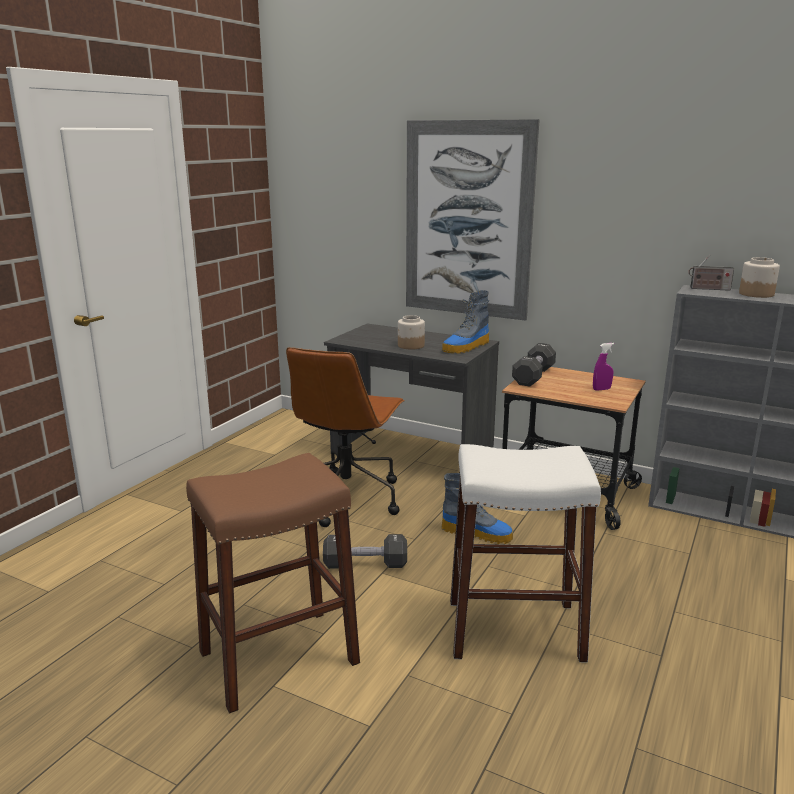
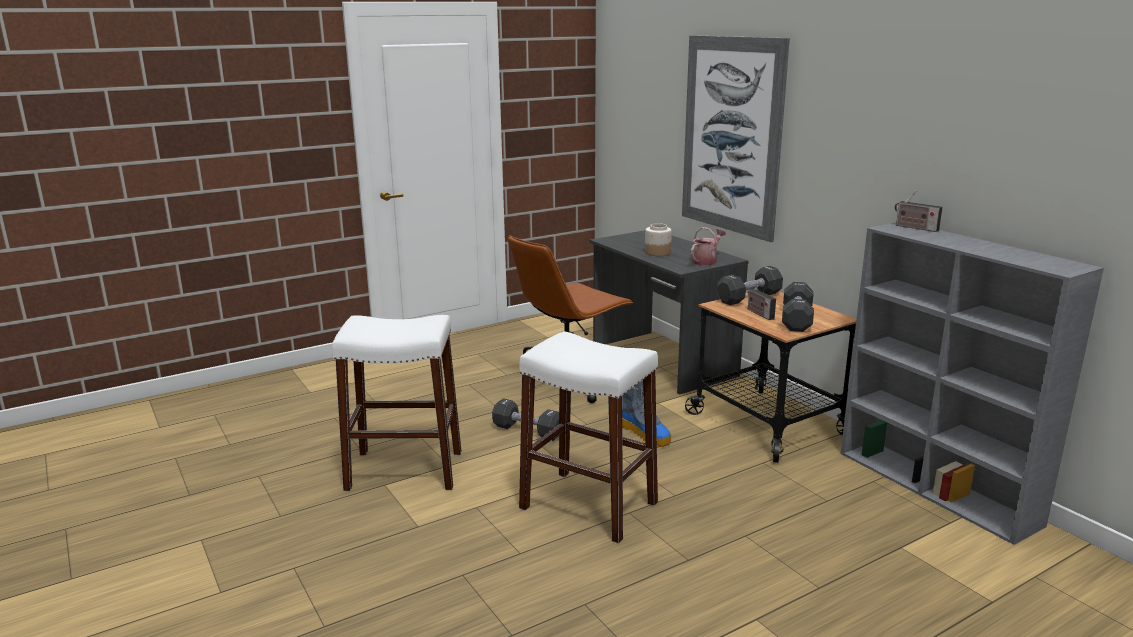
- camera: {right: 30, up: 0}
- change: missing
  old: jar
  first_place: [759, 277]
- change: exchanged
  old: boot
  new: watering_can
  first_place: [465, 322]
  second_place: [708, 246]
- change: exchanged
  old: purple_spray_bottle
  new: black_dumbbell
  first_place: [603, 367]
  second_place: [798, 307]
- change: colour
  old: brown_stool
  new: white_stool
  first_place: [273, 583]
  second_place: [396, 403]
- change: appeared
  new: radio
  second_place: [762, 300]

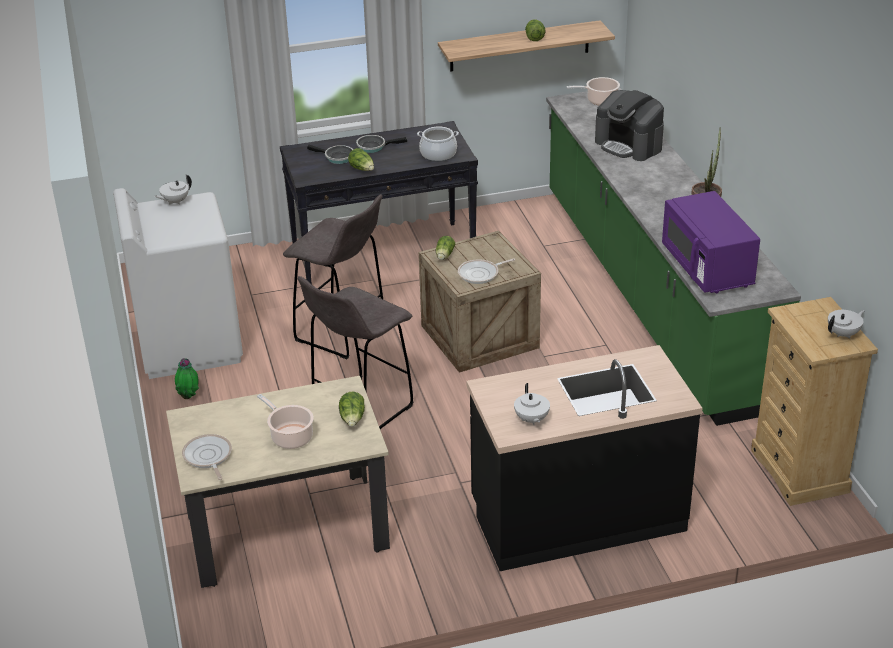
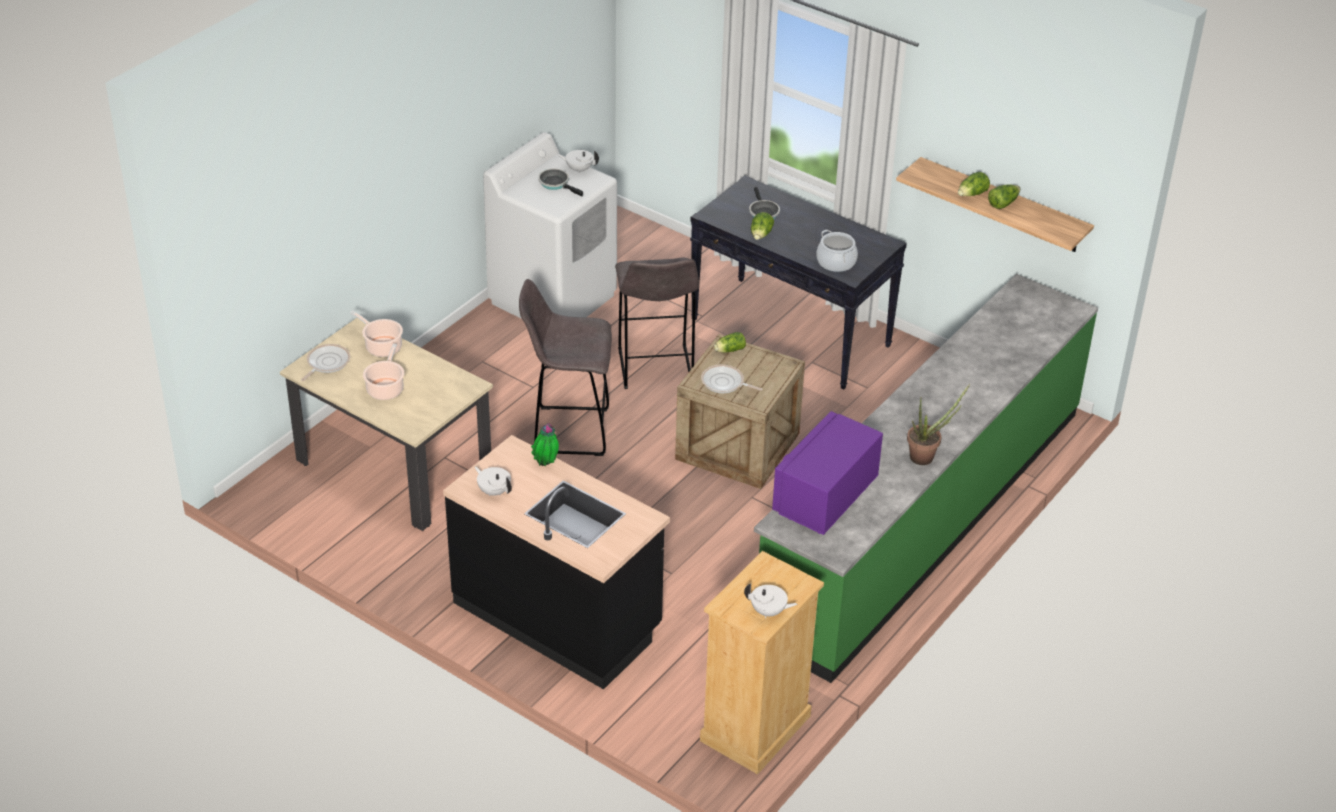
- camera: {right: 50, up: 5}
- change: relocated
  old: cooking_pot
  first_place: [593, 91]
  second_place: [376, 334]
- change: missing
  old: coffee_machine
  first_place: [629, 125]
- change: relocated
  old: frying_pan
  first_place: [381, 144]
  second_place: [560, 182]
- change: relocated
  old: potted_plant
  first_place: [187, 378]
  second_place: [545, 444]
- change: spun
  old: white_teapot
  first_place: [532, 404]
  second_place: [493, 481]
  degrees: 90
- change: relocated
  old: lettuce
  first_place: [352, 409]
  second_place: [974, 184]

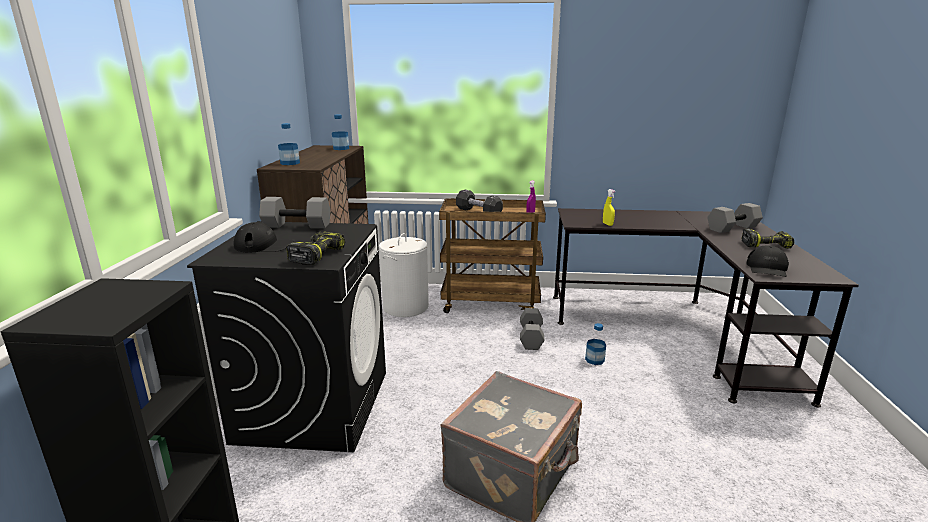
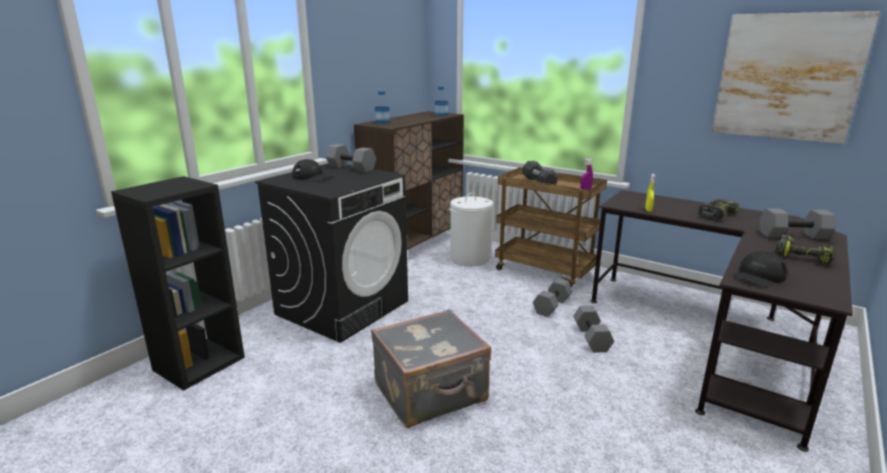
- camera: {right: 30, up: 0}
- change: relocated
  old: power_drill
  first_place: [315, 248]
  second_place: [718, 210]
- change: exchanged
  old: bottle
  new: grey_dumbbell
  first_place: [595, 344]
  second_place: [593, 329]
- change: appeared
  new: picture
  second_place: [795, 77]

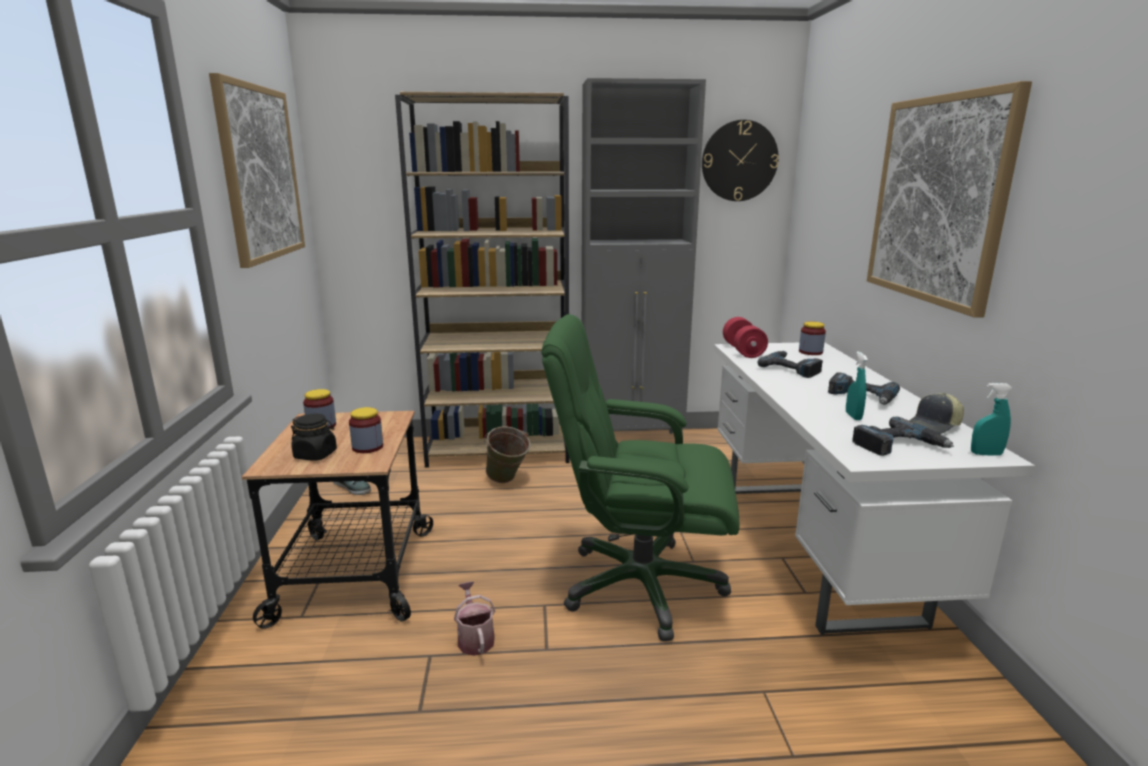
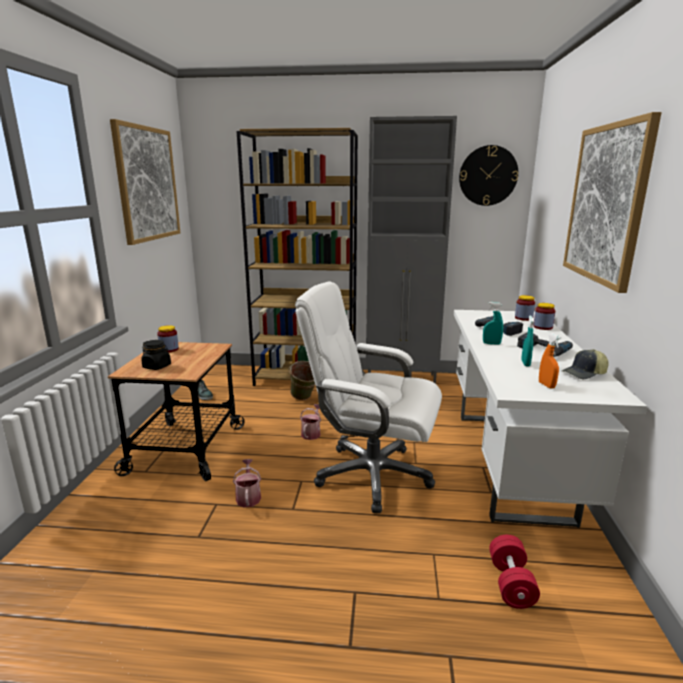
- camera: {right: 10, up: 0}
- change: colour
  old: green_office_chair
  new: white_office_chair
  first_place: [640, 477]
  second_place: [368, 397]
- change: relocated
  old: red_dumbbell
  first_place: [745, 337]
  second_place: [514, 572]
- change: relocated
  old: turquoise_spray_bottle
  first_place: [992, 419]
  second_place: [493, 323]
- change: relocated
  old: jar
  first_place: [366, 430]
  second_place: [544, 316]
- change: exchanged
  old: power_drill
  new: orange_spray_bottle
  first_place: [903, 436]
  second_place: [550, 361]
- change: appeared
  new: watering_can
  second_place: [310, 422]

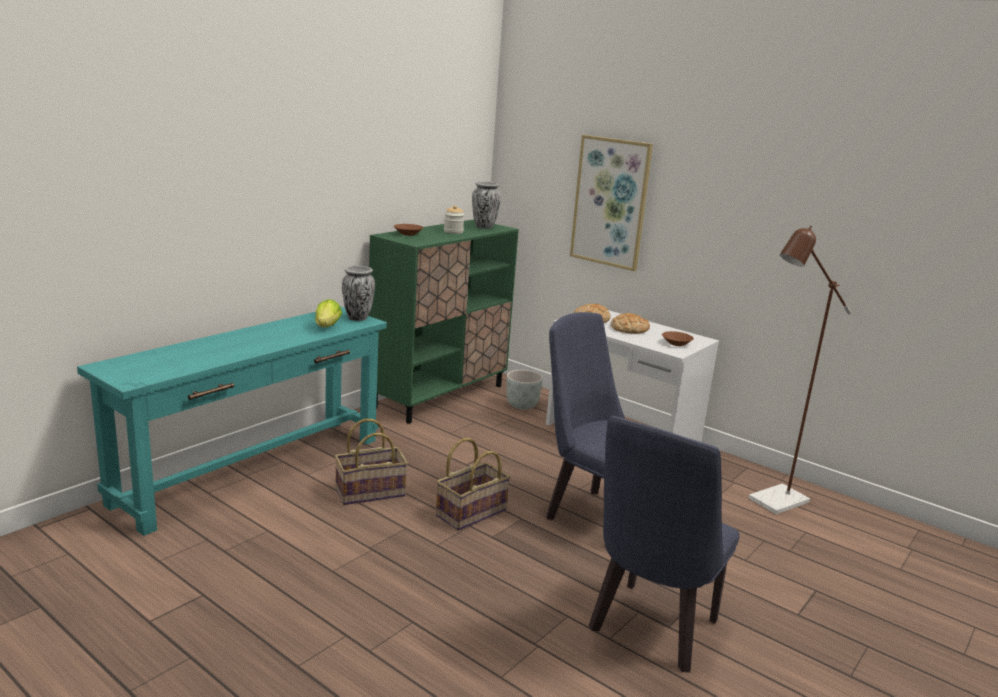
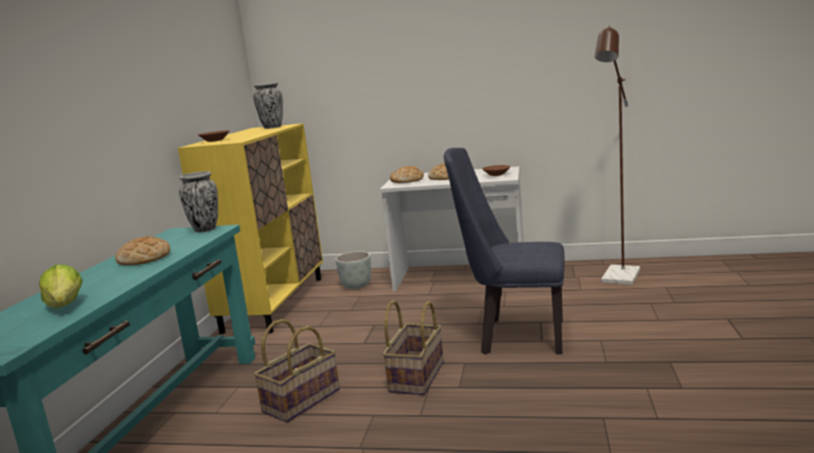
- camera: {right: -25, up: -5}
- change: missing
  old: picture
  first_place: [611, 203]
- change: missing
  old: jar
  first_place: [454, 219]
- change: colour
  old: green_cabinet
  new: yellow_cabinet
  first_place: [443, 321]
  second_place: [250, 228]
- change: relocated
  old: lettuce
  first_place: [328, 313]
  second_place: [61, 286]
- change: missing
  old: blue_chair
  first_place: [664, 544]
- change: appeared
  new: bread
  second_place: [142, 250]

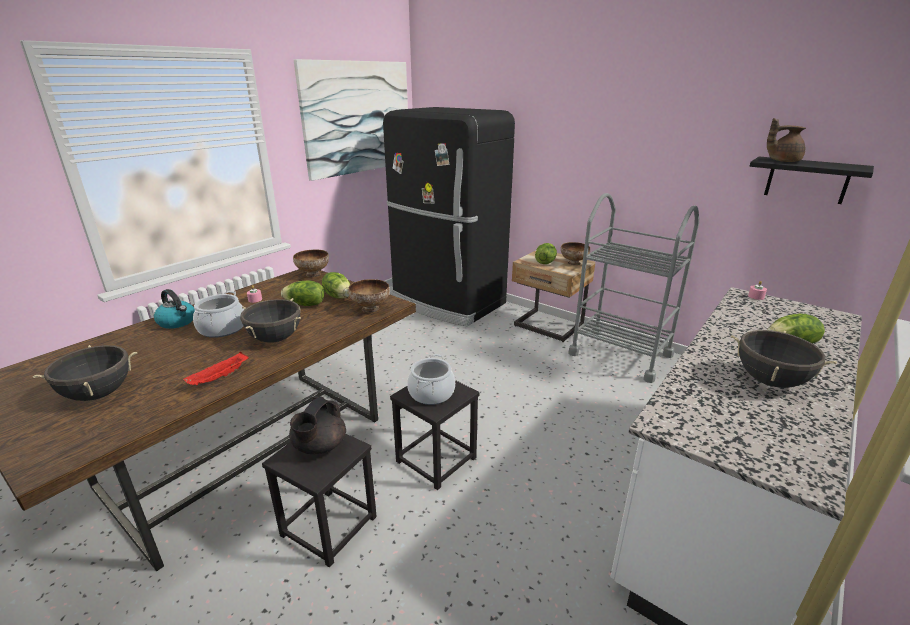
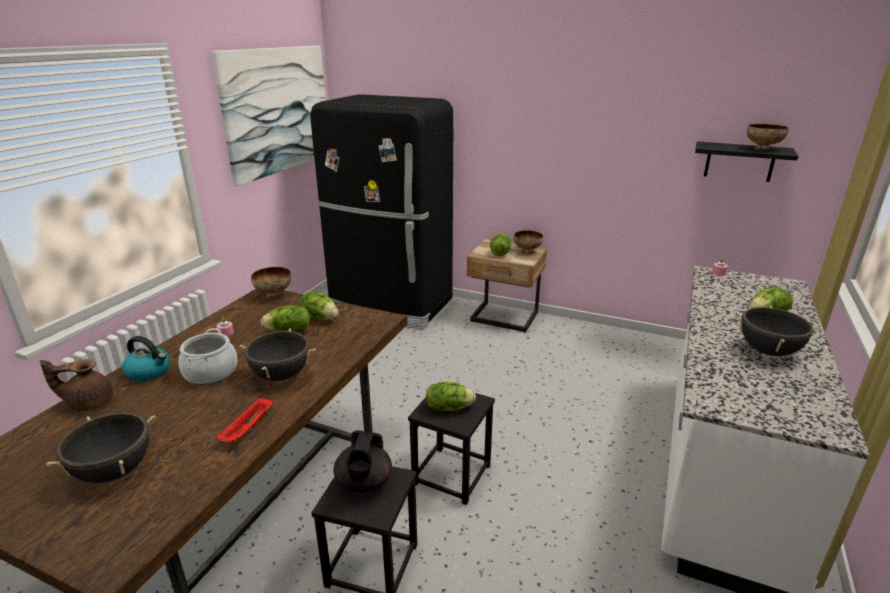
- camera: {right: -15, up: 0}
- change: relocated
  old: brown_teapot
  first_place: [786, 140]
  second_place: [76, 385]
- change: missing
  old: grey_cart
  first_place: [633, 288]
- change: relocated
  old: bowl
  first_place: [369, 296]
  second_place: [768, 137]
- change: exchanged
  old: cooking_pot
  new: lettuce
  first_place: [431, 379]
  second_place: [451, 396]

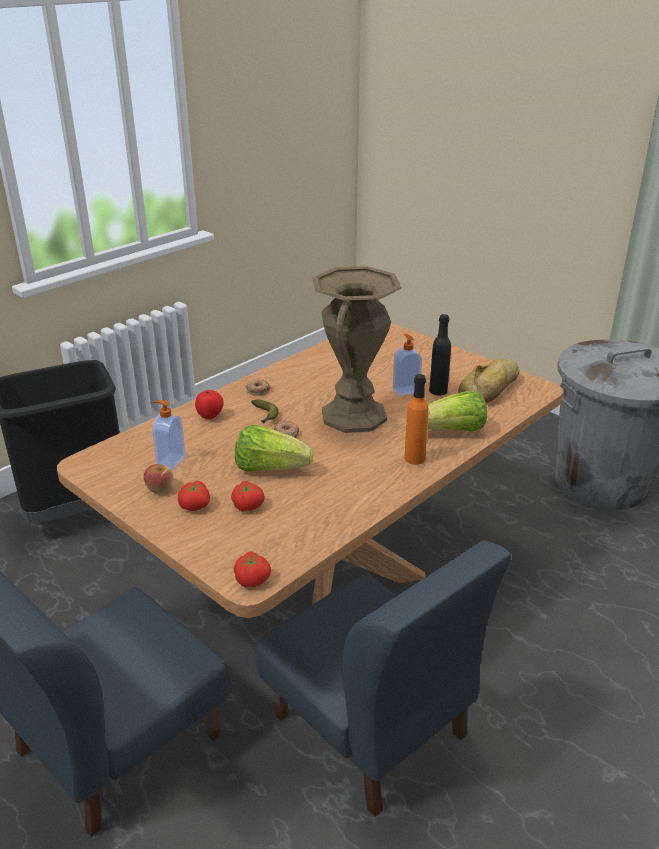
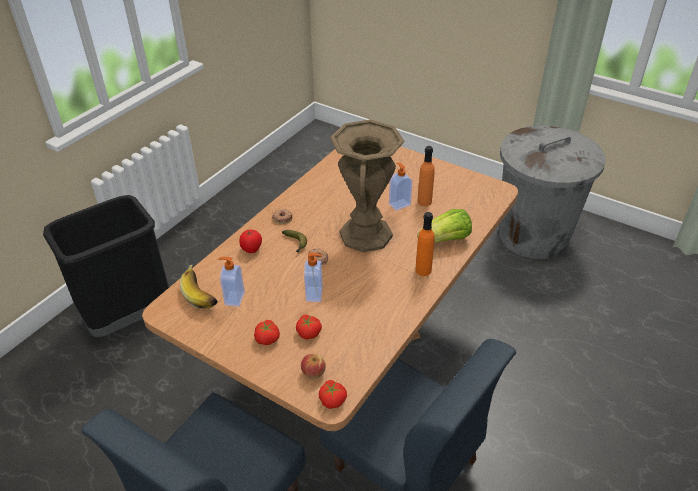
- camera: {right: -10, up: 10}
- change: colour
  old: black_bottle
  new: orange_bottle
  first_place: [440, 354]
  second_place: [426, 176]
- change: missing
  old: bread
  first_place: [489, 381]
- change: exchanged
  old: lettuce
  new: soap_dispenser
  first_place: [274, 448]
  second_place: [313, 277]
- change: relocated
  old: apple
  first_place: [158, 478]
  second_place: [313, 366]
- change: appeared
  new: banana
  second_place: [199, 286]

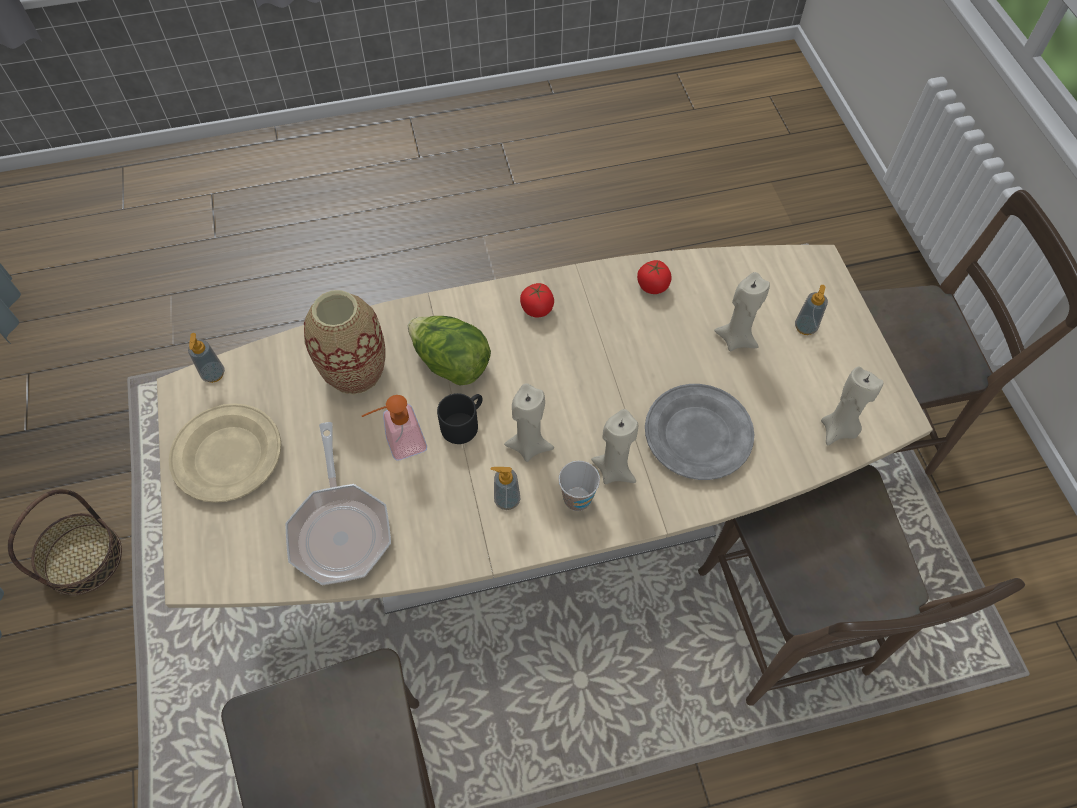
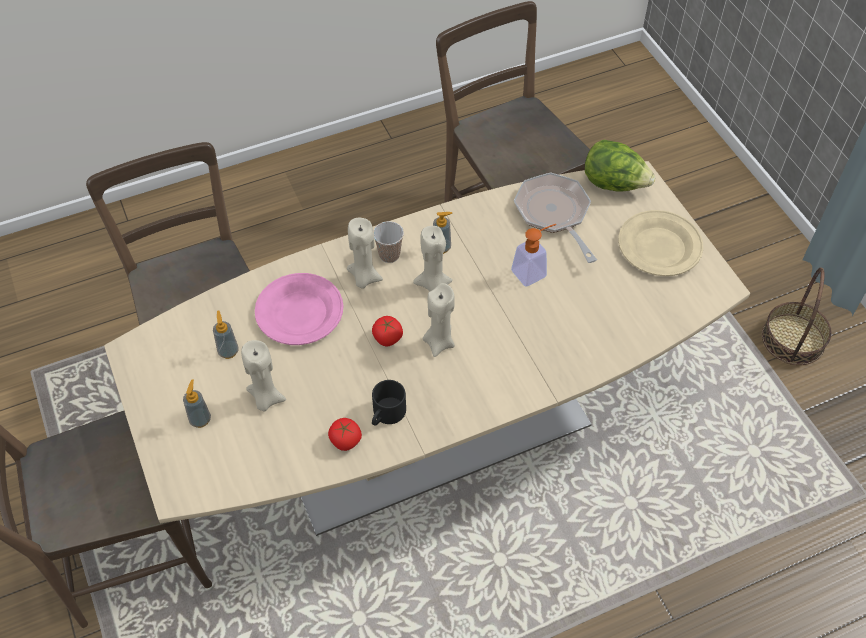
- camera: {right: 170, up: -5}
- change: relocated
  old: tomato
  first_place: [537, 300]
  second_place: [387, 331]
- change: missing
  old: vase
  first_place: [344, 342]
- change: relocated
  old: lettuce
  first_place: [449, 351]
  second_place: [620, 166]
- change: relocated
  old: soap_dispenser
  first_place: [206, 358]
  second_place: [226, 335]
- change: relocated
  old: beige_candle
  first_place: [852, 405]
  second_place: [439, 320]
- change: colour
  old: grey_plate
  new: pink_plate
  first_place: [699, 432]
  second_place: [299, 309]
- change: relocated
  old: black_mug
  first_place: [460, 418]
  second_place: [389, 403]

